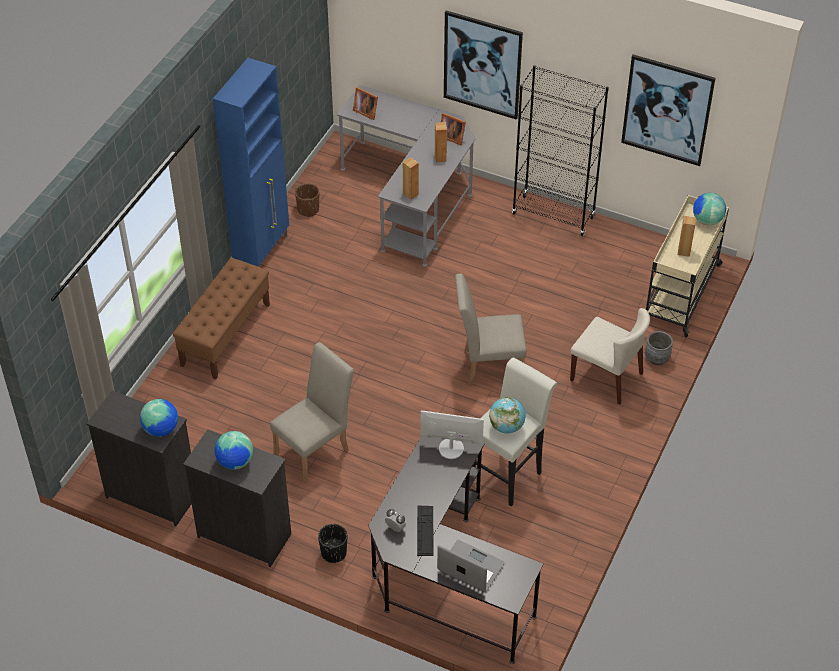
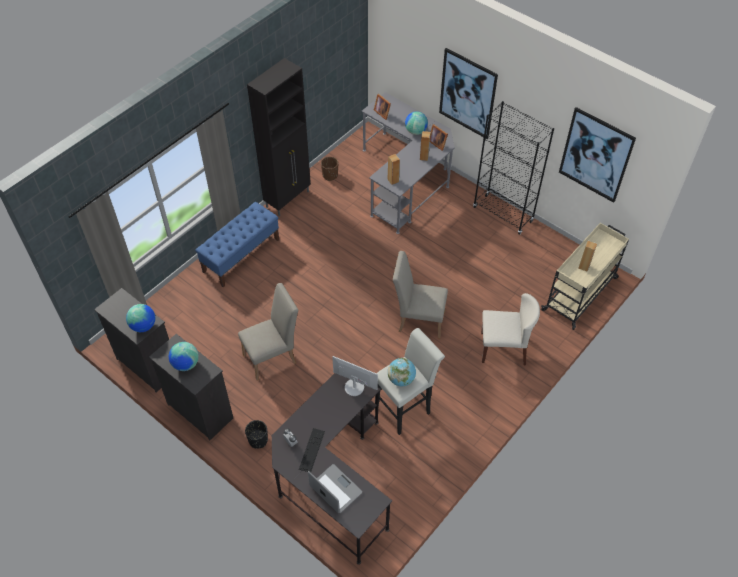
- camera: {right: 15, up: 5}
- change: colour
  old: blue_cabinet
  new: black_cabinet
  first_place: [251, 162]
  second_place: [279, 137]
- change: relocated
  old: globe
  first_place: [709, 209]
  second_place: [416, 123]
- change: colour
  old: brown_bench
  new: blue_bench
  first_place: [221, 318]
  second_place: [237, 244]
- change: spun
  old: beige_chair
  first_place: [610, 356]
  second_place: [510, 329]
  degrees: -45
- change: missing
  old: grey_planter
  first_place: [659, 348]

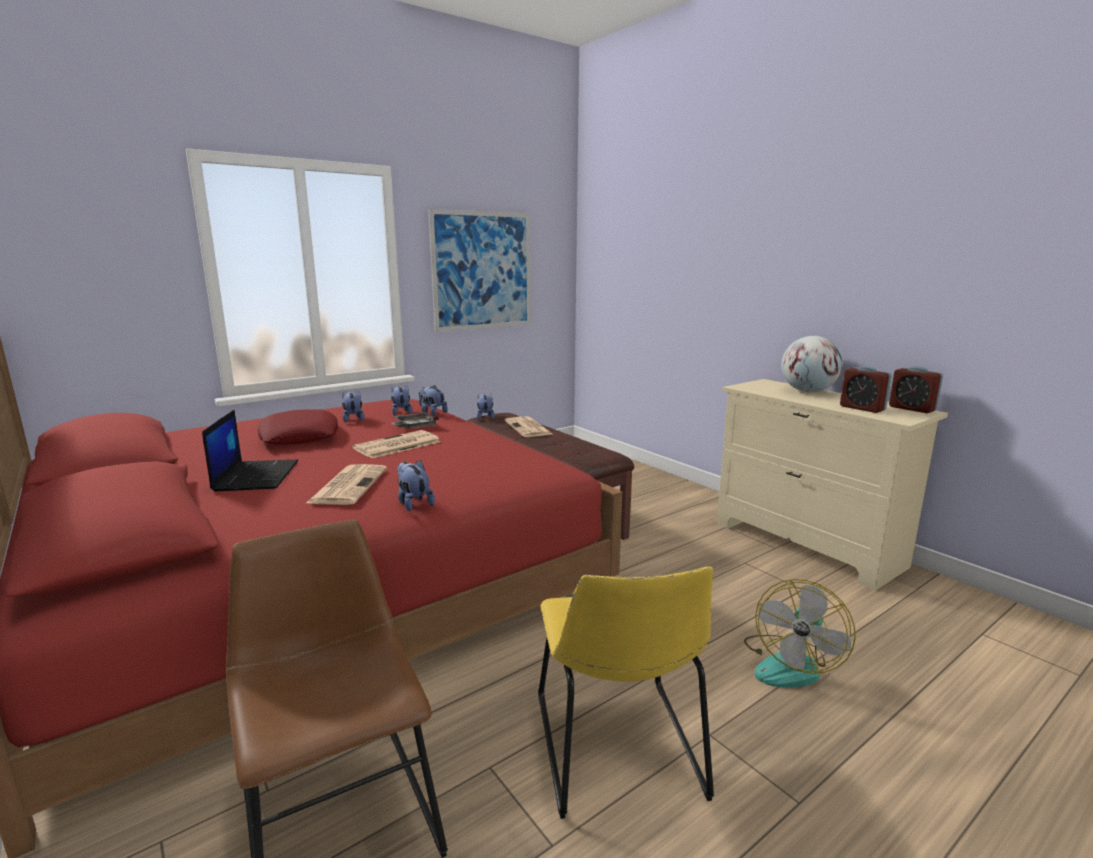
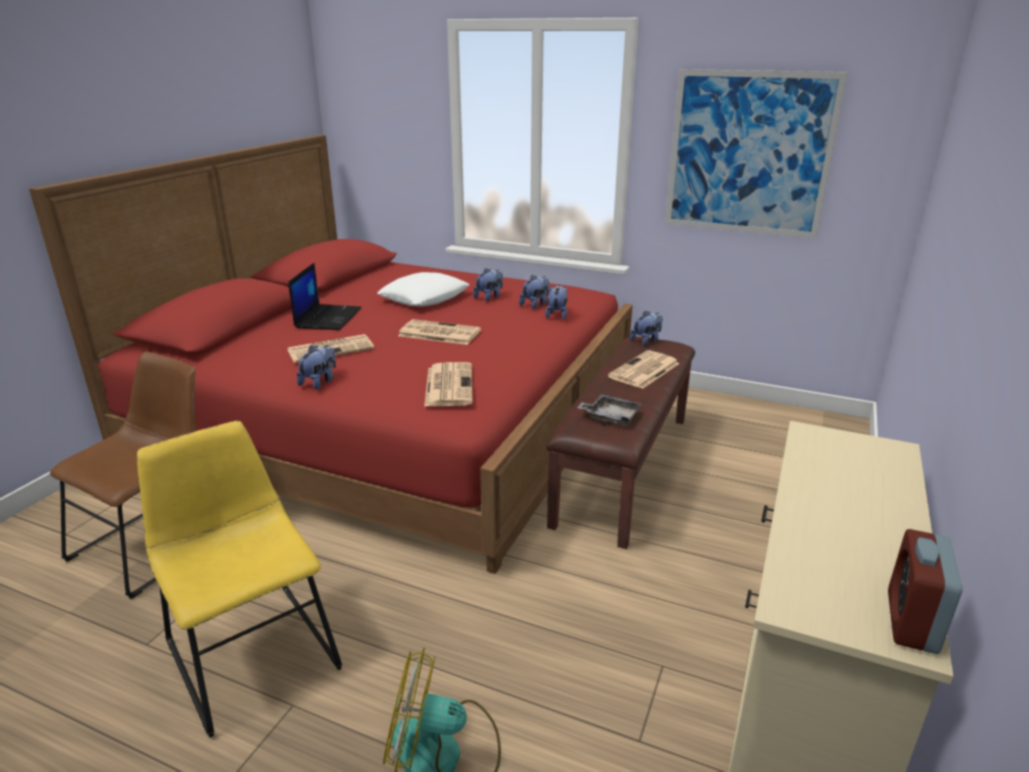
- camera: {right: 60, up: 10}
- change: missing
  old: globe
  first_place: [812, 364]
- change: missing
  old: alarm_clock
  first_place: [866, 389]
- change: colour
  old: red_pillow
  new: white_pillow
  first_place: [298, 426]
  second_place: [423, 289]
- change: spun
  old: laptop
  first_place: [250, 450]
  second_place: [324, 296]
  degrees: -45
- change: relocated
  old: grey_tray
  first_place: [415, 421]
  second_place: [609, 410]
- change: spun
  old: yellow_chair
  first_place: [626, 692]
  second_place: [239, 579]
  degrees: 90
- change: appeared
  new: newspaper
  second_place: [448, 384]

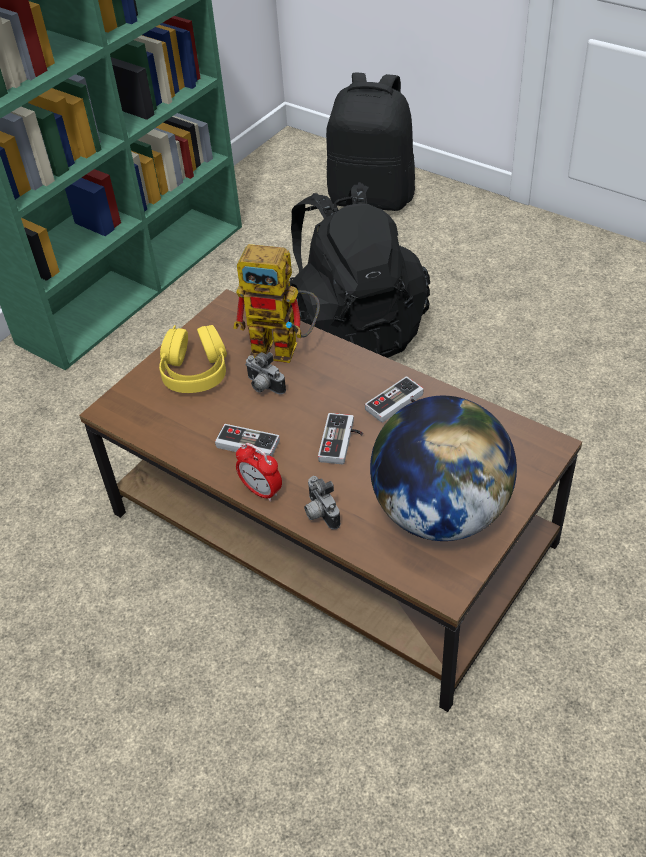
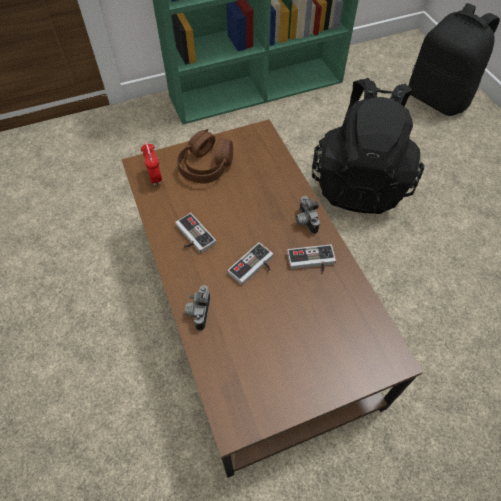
- camera: {right: 30, up: 10}
- change: missing
  old: toy_robot
  first_place: [276, 303]
- change: colour
  old: yellow_headphones
  new: brown_headphones
  first_place: [193, 359]
  second_place: [205, 156]
- change: relocated
  old: photo_camera
  first_place: [265, 373]
  second_place: [308, 215]
- change: missing
  old: globe
  first_place: [443, 468]
- change: relocated
  old: alarm_clock
  first_place: [259, 472]
  second_place: [151, 164]

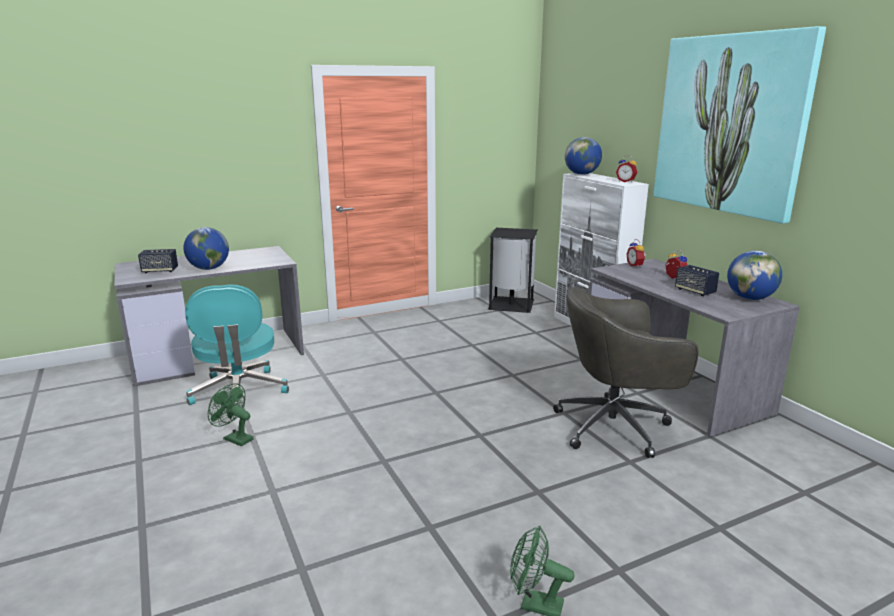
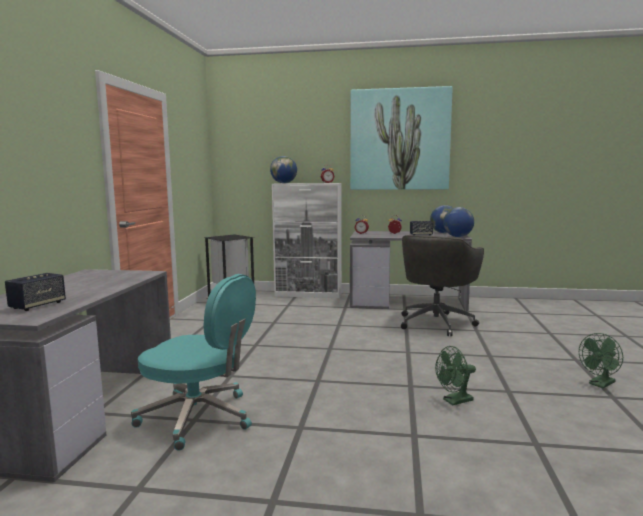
- camera: {right: -55, up: -10}
- change: relocated
  old: globe
  first_place: [206, 248]
  second_place: [458, 222]
- change: relocated
  old: green_fan
  first_place: [230, 414]
  second_place: [455, 375]

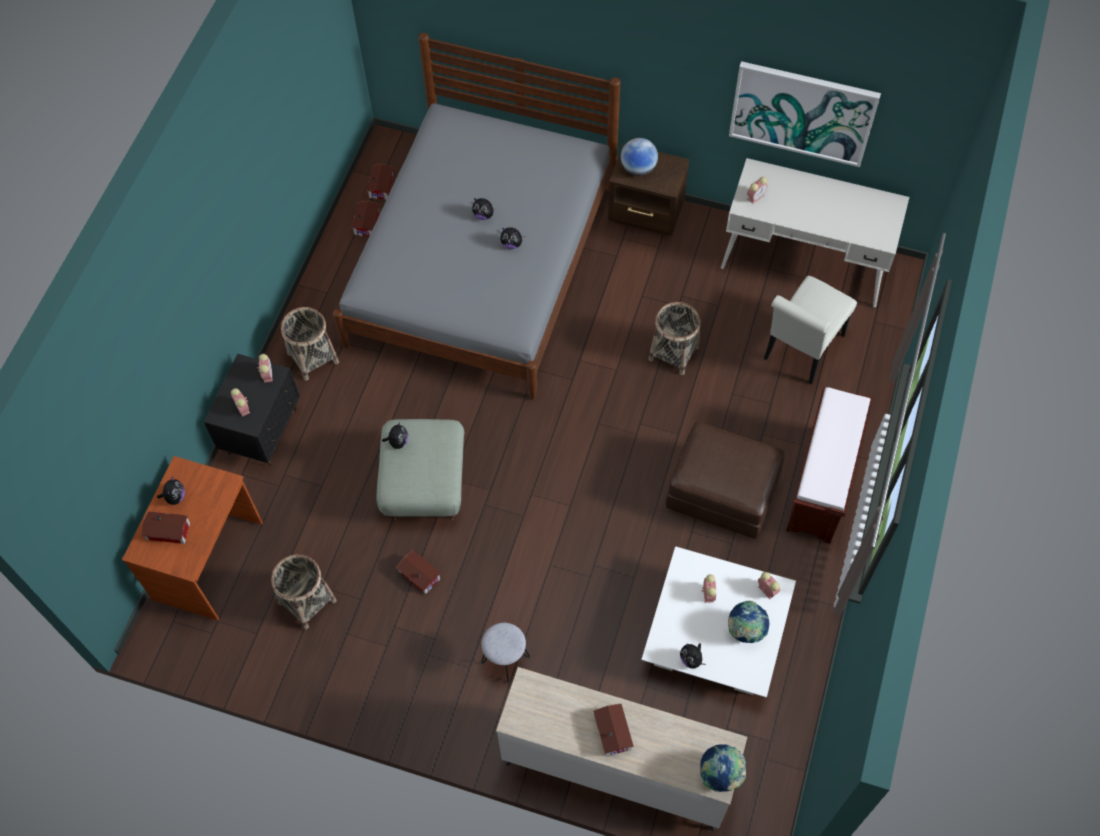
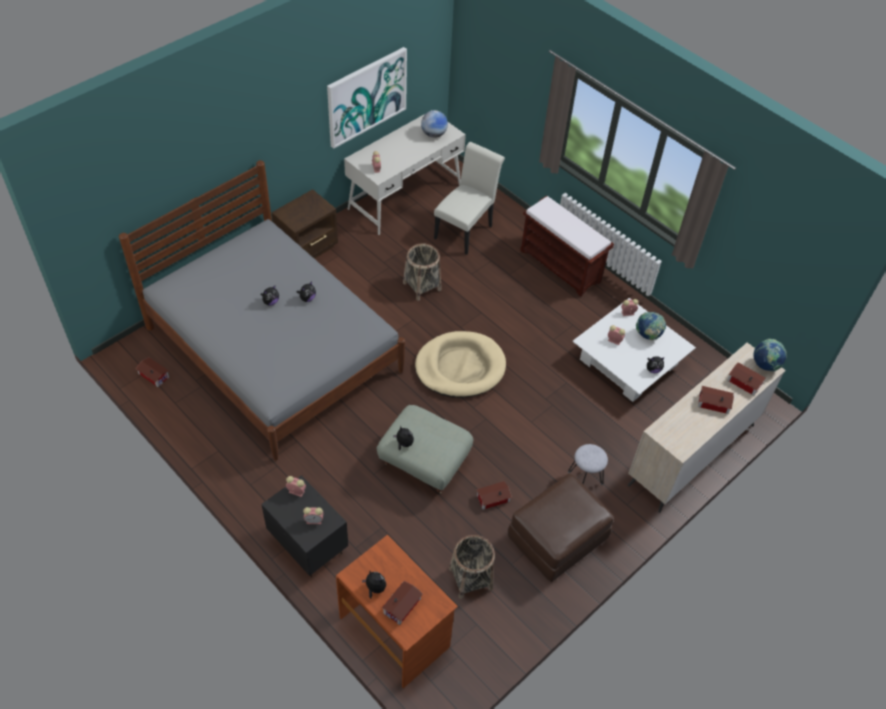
- camera: {right: -65, up: -10}
- change: relocated
  old: globe
  first_place: [639, 157]
  second_place: [434, 124]
- change: relocated
  old: toy_house
  first_place: [365, 218]
  second_place: [746, 379]
- change: spun
  old: white_chair
  first_place: [810, 330]
  second_place: [469, 198]
  degrees: -120
- change: missing
  old: basket
  first_place: [310, 344]
- change: relocated
  old: brown_ottoman
  first_place: [725, 480]
  second_place: [561, 528]
- change: appeared
  new: beige_dog_bed
  second_place: [460, 364]

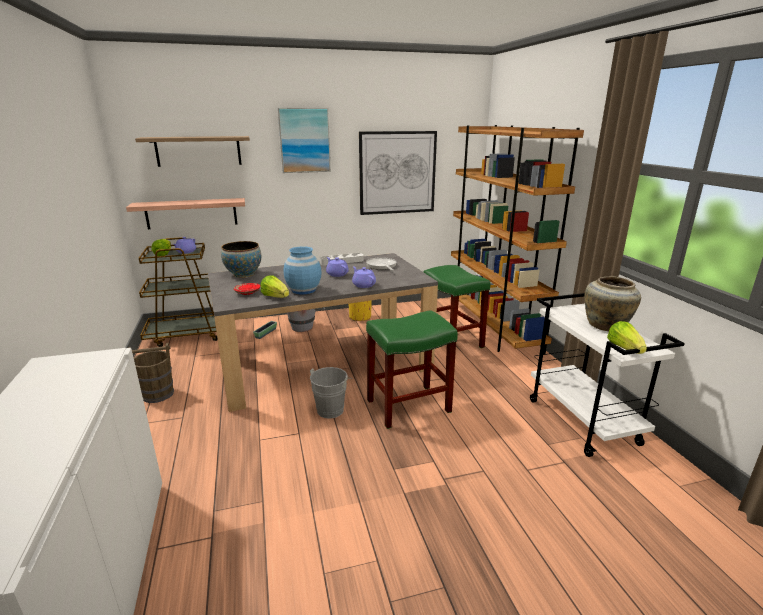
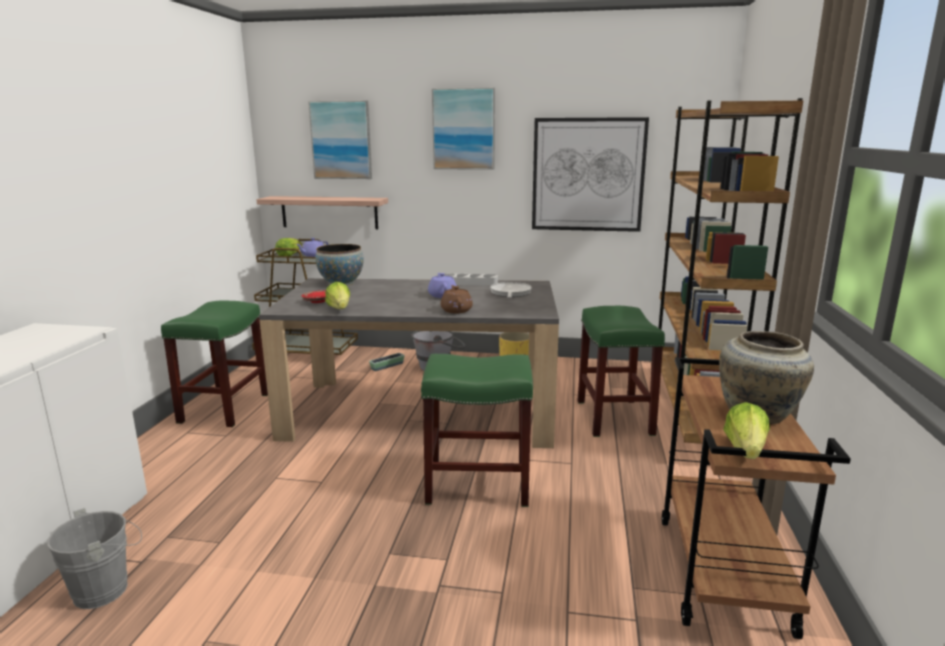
- camera: {right: 25, up: -5}
- change: exchanged
  old: shelf
  new: picture
  first_place: [192, 151]
  second_place: [340, 140]
- change: missing
  old: blue_vase
  first_place: [303, 270]
- change: colour
  old: purple_teapot
  new: brown_teapot
  first_place: [364, 277]
  second_place: [457, 299]
- change: colour
  old: white_cart
  new: brown_cart
  first_place: [607, 375]
  second_place: [756, 498]
- change: exchanged
  old: brown_bucket
  new: green_stool
  first_place: [151, 373]
  second_place: [214, 363]
- change: relocated
  old: grey_bucket
  first_place: [331, 392]
  second_place: [94, 558]

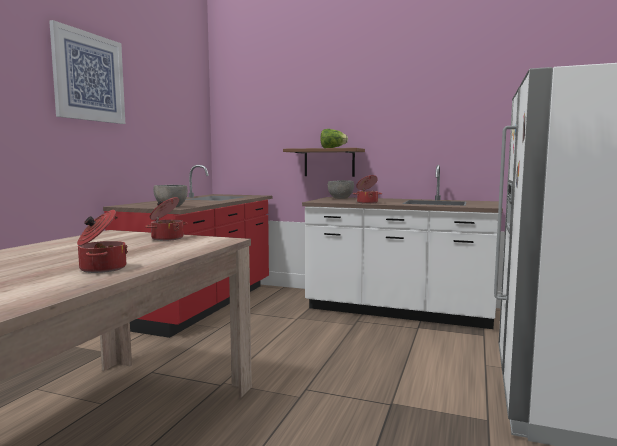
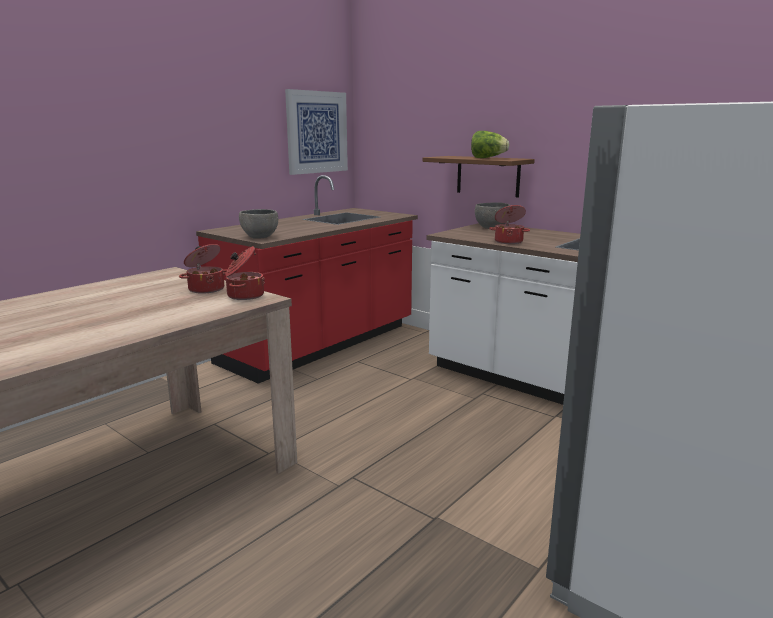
- camera: {right: 20, up: 10}
- change: relocated
  old: picture
  first_place: [87, 72]
  second_place: [316, 132]
- change: relocated
  old: cooking_pot
  first_place: [102, 241]
  second_place: [245, 273]

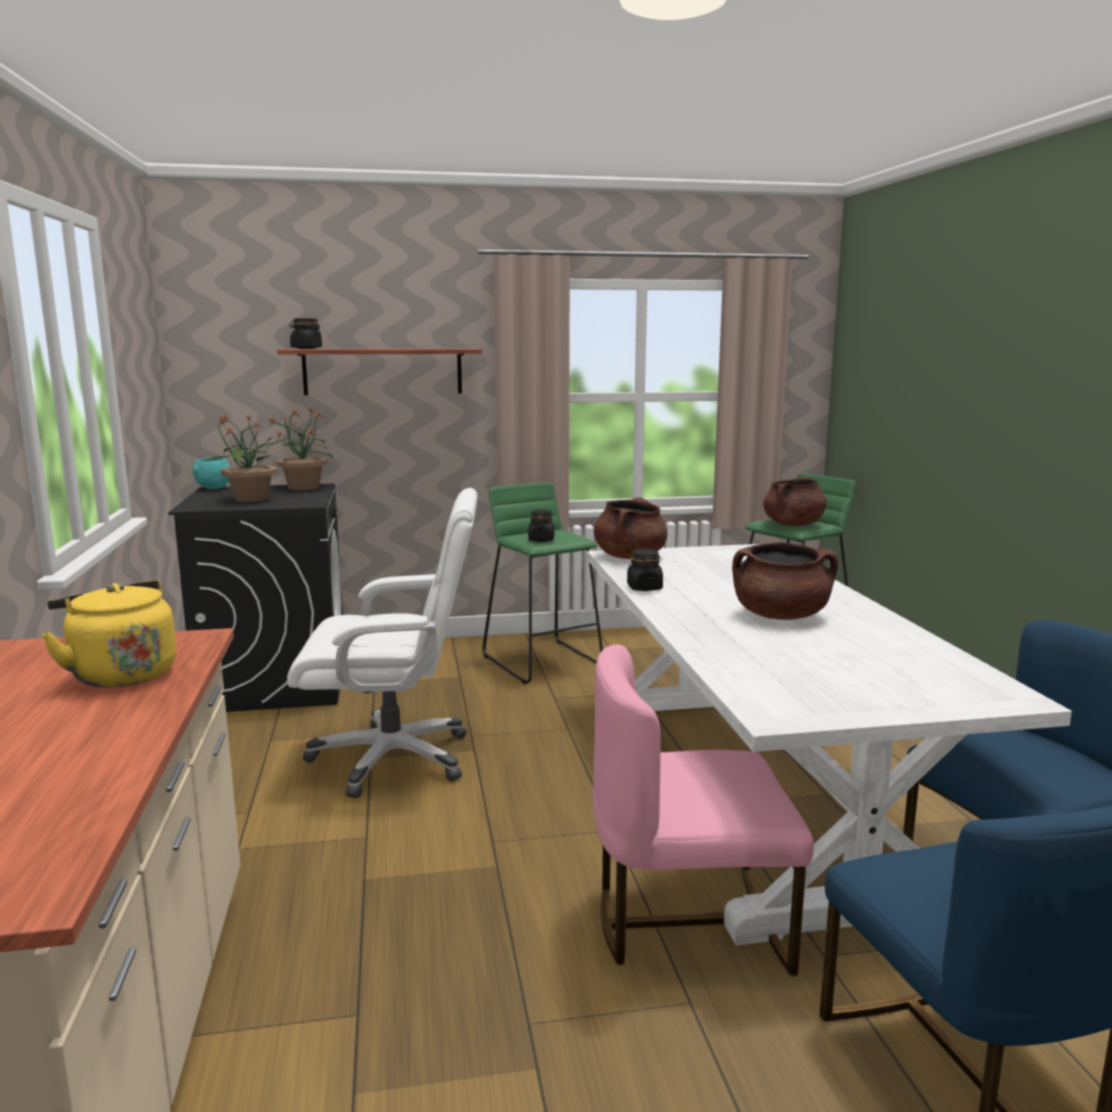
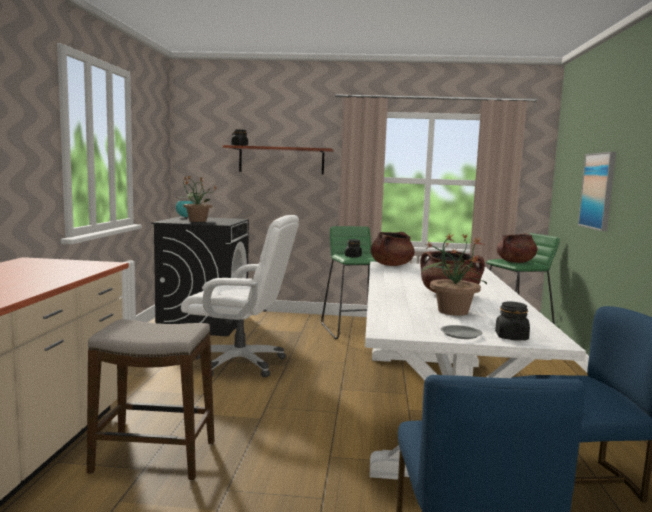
- camera: {right: 15, up: -5}
- change: relocated
  old: potted_plant
  first_place: [299, 449]
  second_place: [454, 274]
- change: relocated
  old: black_jar
  first_place: [645, 570]
  second_place: [512, 321]
- change: missing
  old: yellow_kettle
  first_place: [108, 633]
- change: missing
  old: pink_chair
  first_place: [703, 810]
- change: appeared
  new: picture
  second_place: [597, 191]
- change: appeared
  new: stool
  second_place: [151, 399]
- change: appeared
  new: grey_plate
  second_place: [461, 332]

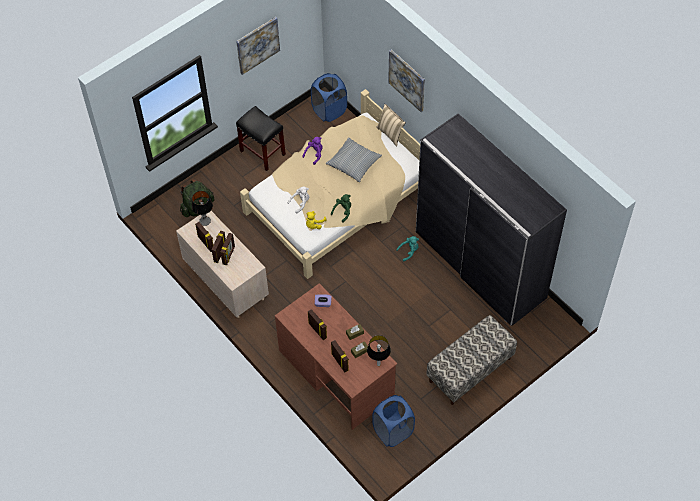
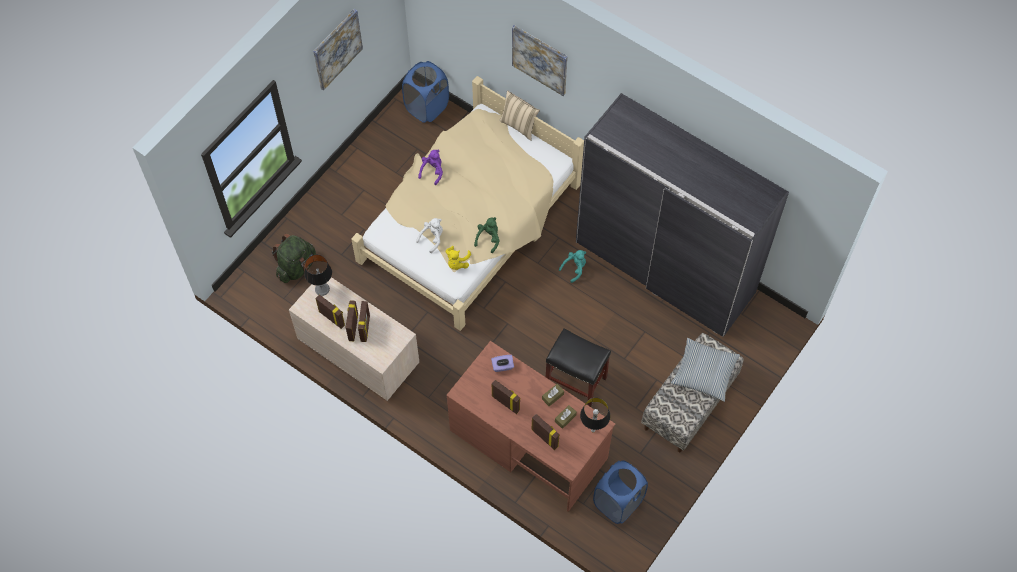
- camera: {right: -15, up: 5}
- change: relocated
  old: black_stool
  first_place: [261, 138]
  second_place: [578, 368]
- change: relocated
  old: pillow
  first_place: [354, 159]
  second_place: [705, 370]

